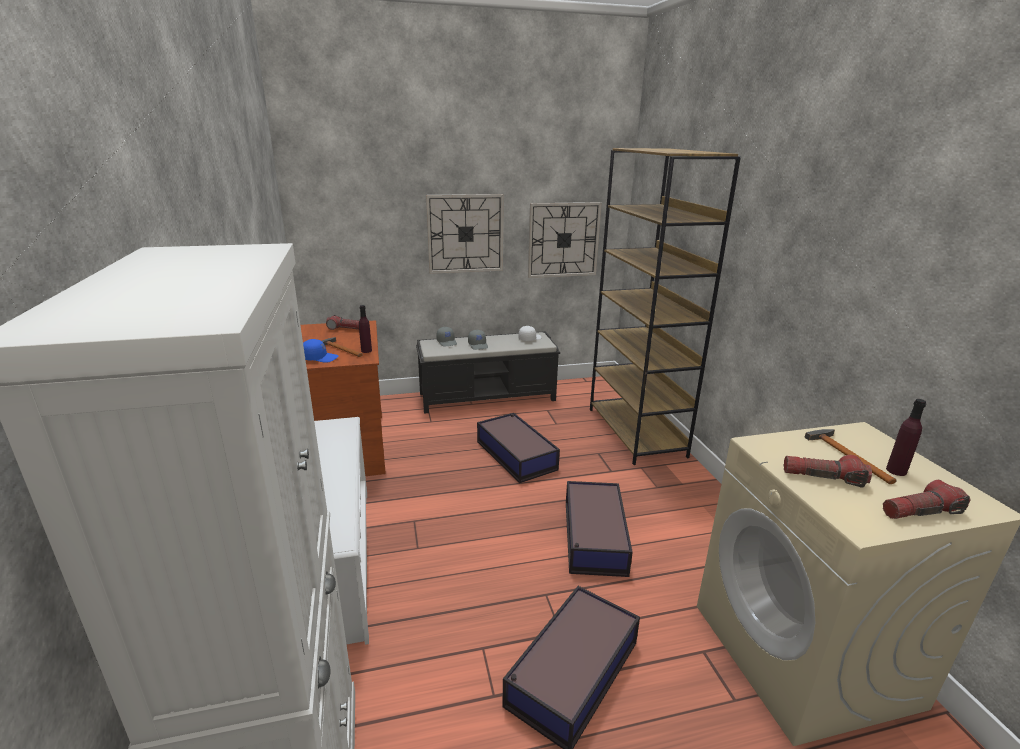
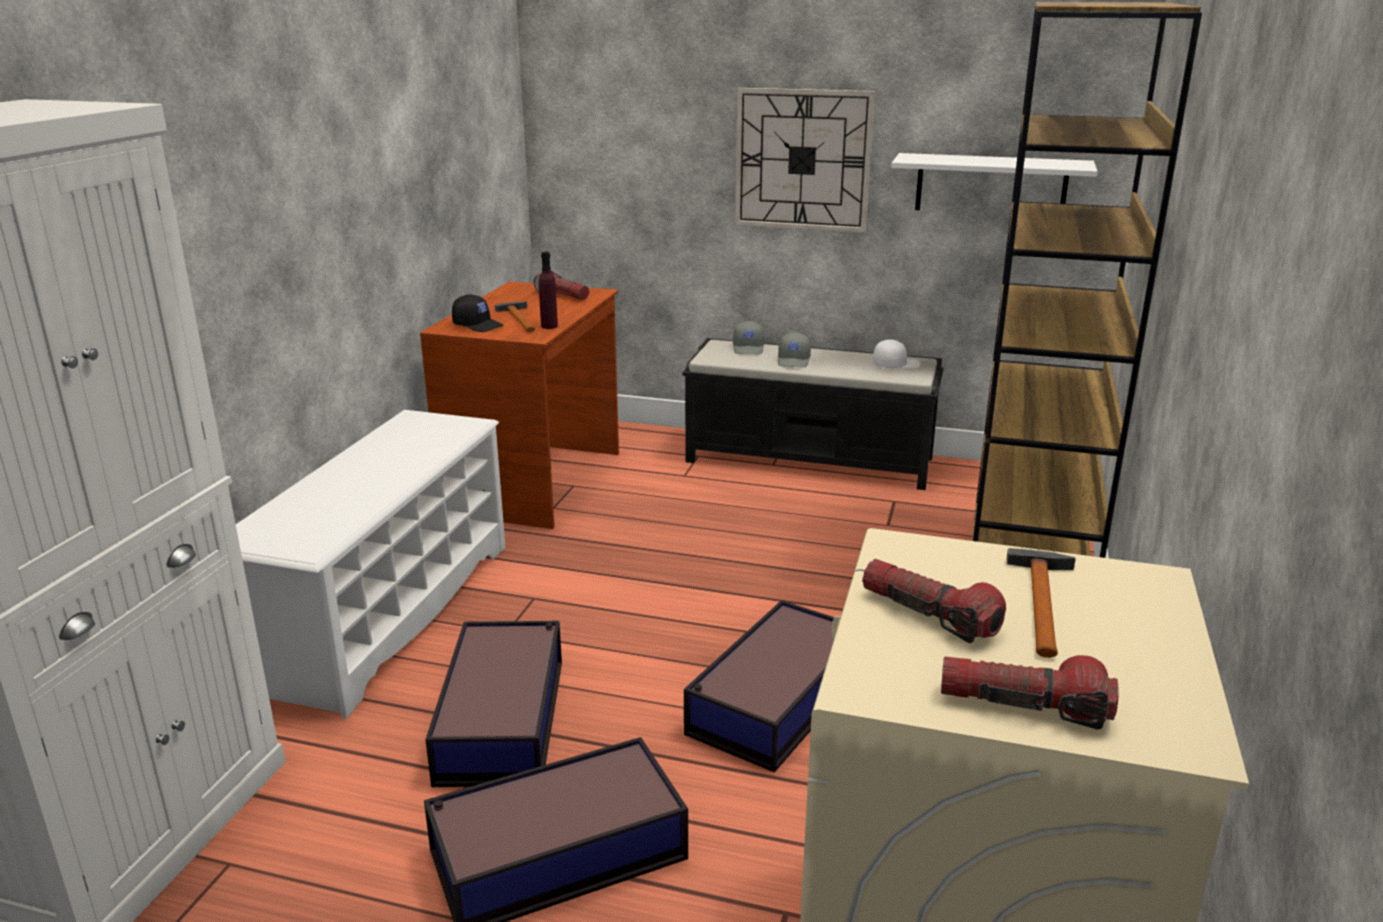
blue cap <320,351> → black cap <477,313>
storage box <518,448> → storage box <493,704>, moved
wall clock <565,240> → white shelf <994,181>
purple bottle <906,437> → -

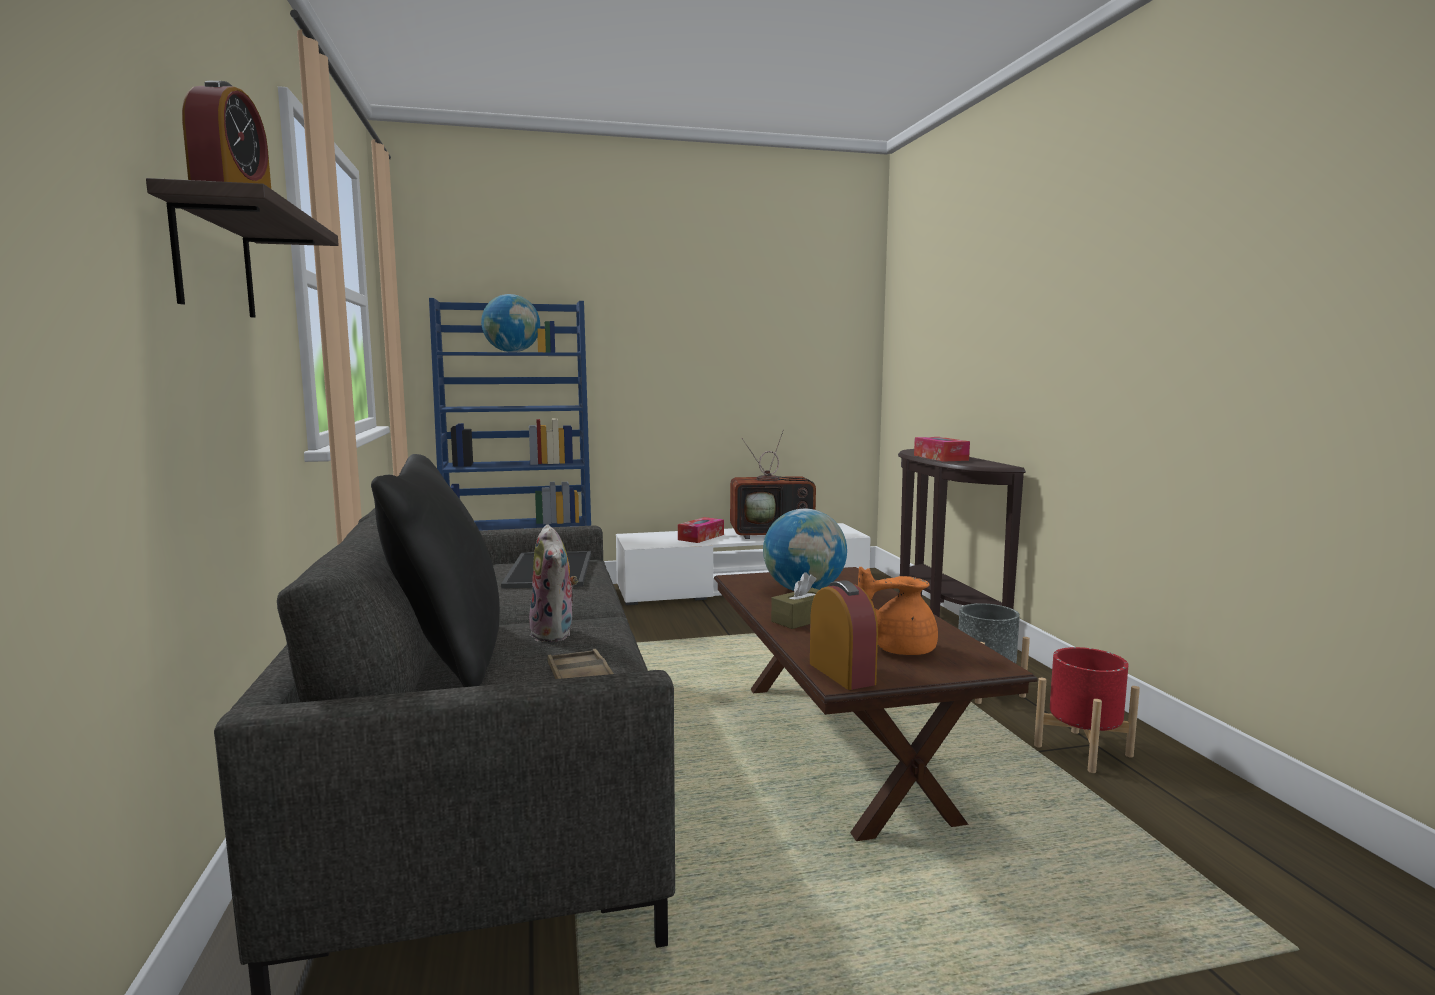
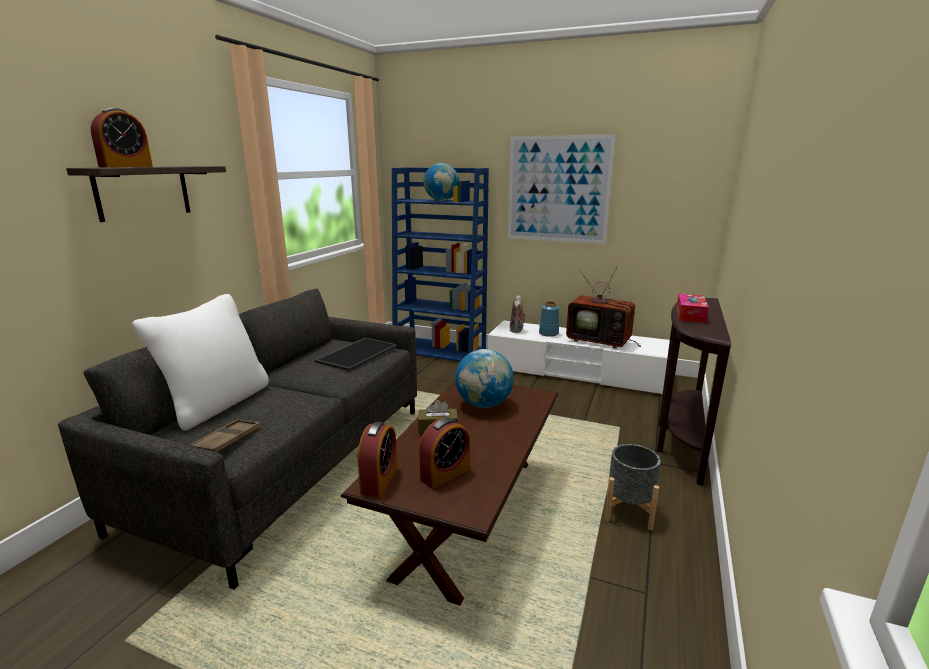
black pillow <435,570> → white pillow <200,362>
plush toy <553,583> → plush toy <518,314>, moved
tissue box <701,530> → blue vase <549,319>
orange teapot <898,611> → alarm clock <444,453>
red planter <1087,710> → -
- → picture <562,189>

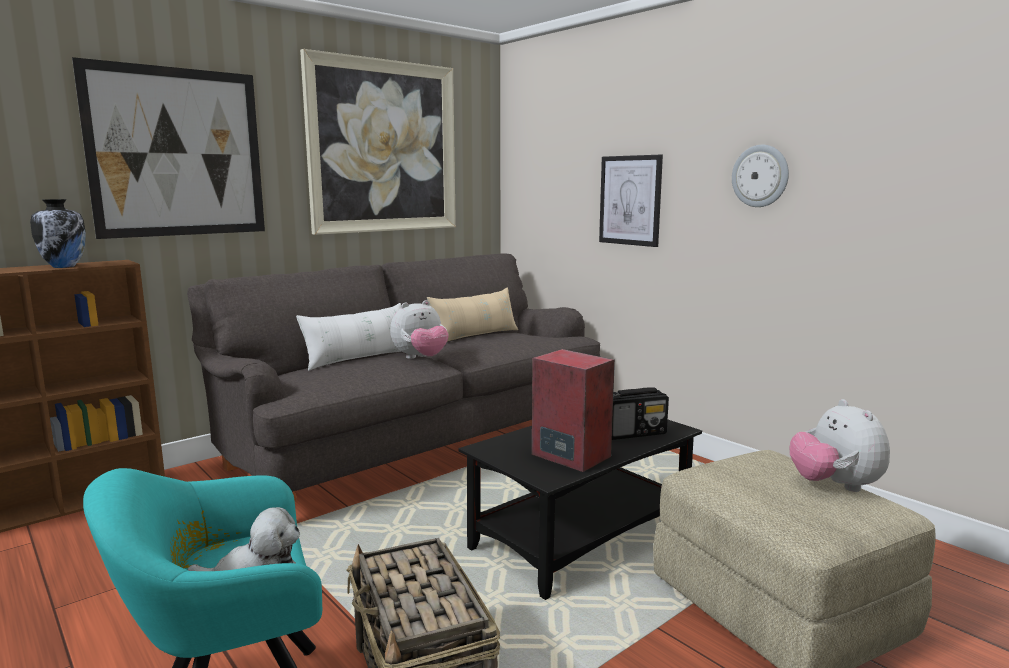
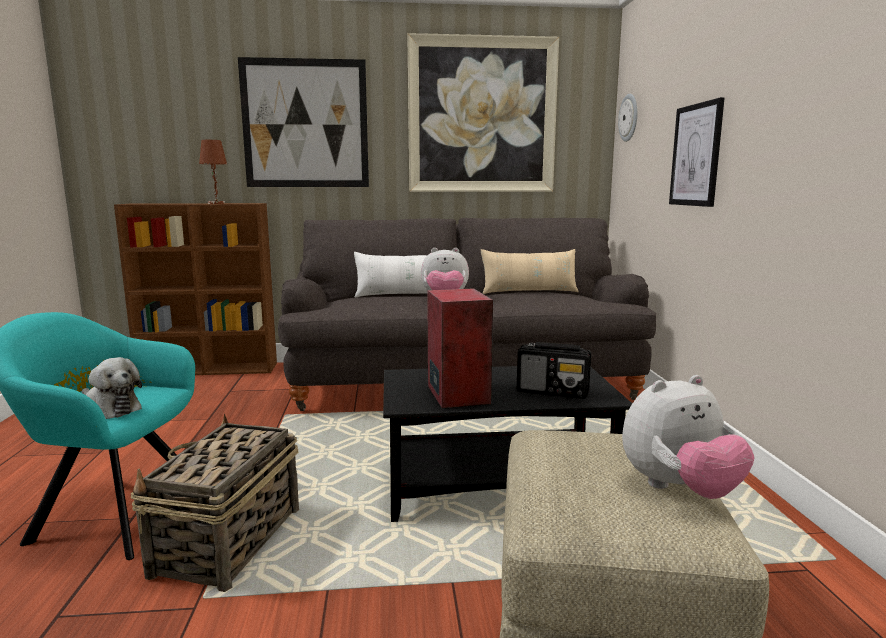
vase <58,233> → brown table lamp <213,172>
wall clock <760,176> → wall clock <628,118>, moved
plush toy <839,445> → plush toy <688,437>, 135 degrees counterclockwise

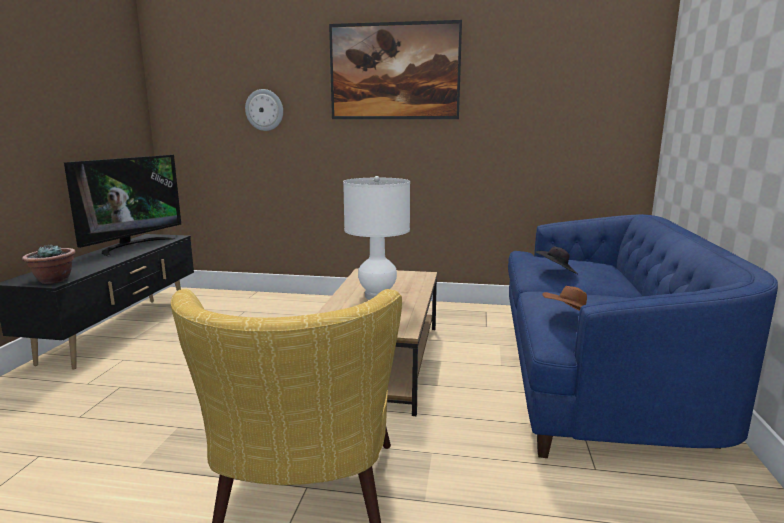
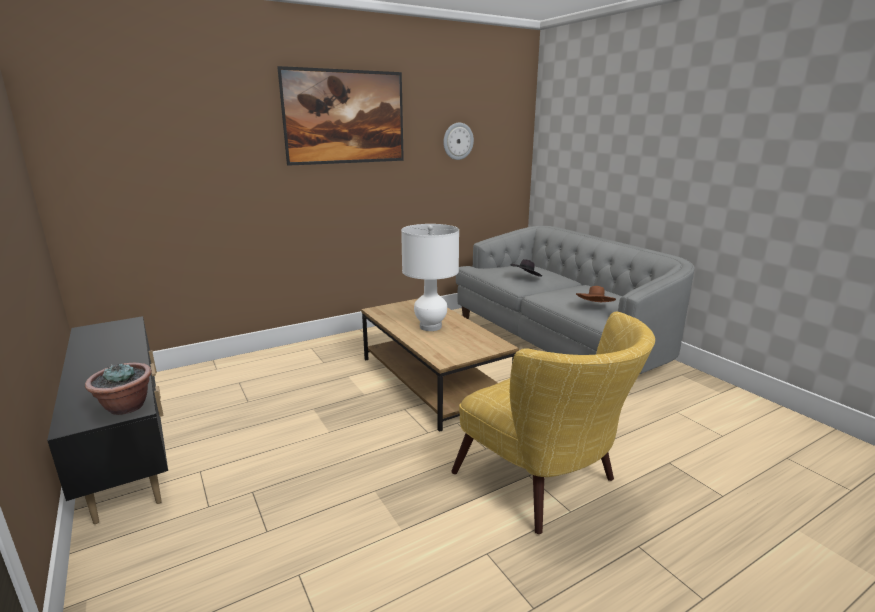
television <122,205> → -
wall clock <264,110> → wall clock <458,141>, moved
blue sofa <643,336> → grey sofa <575,300>

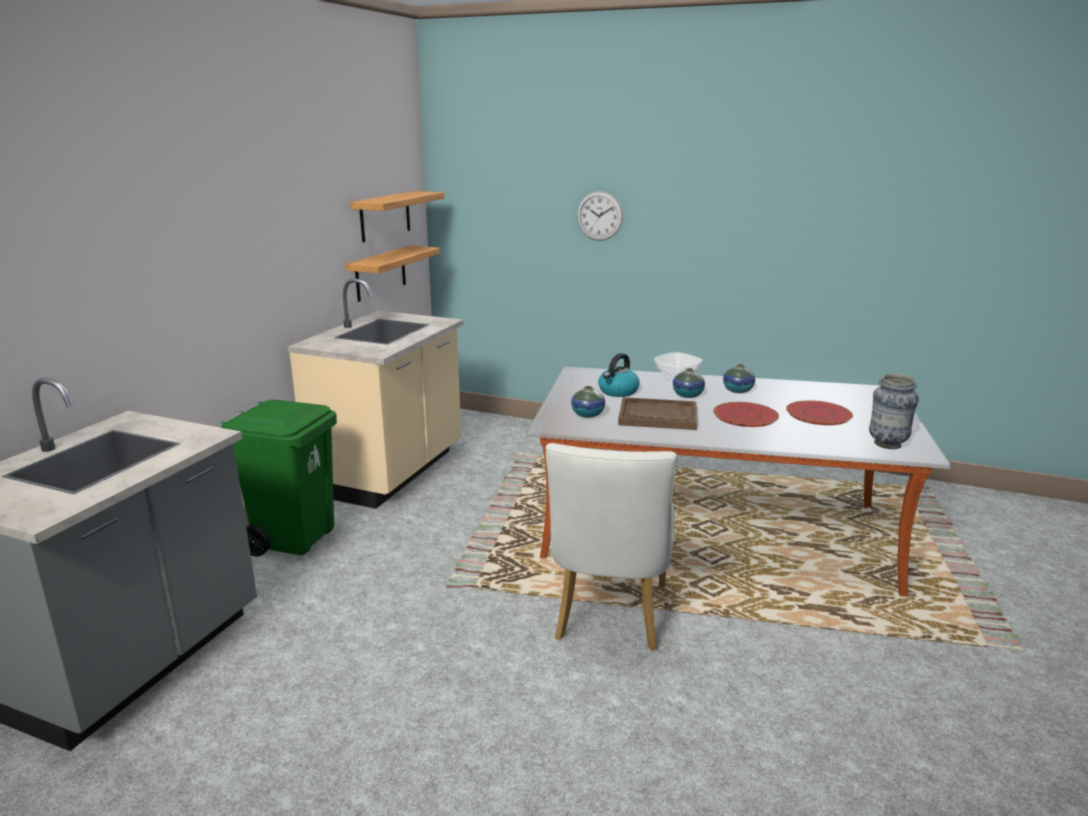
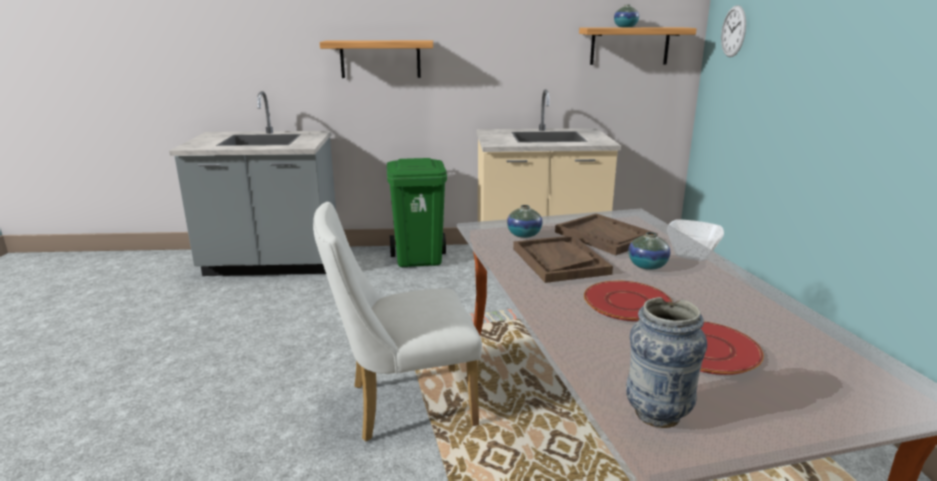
shelf <392,274> → shelf <376,59>, moved
wall clock <600,216> → wall clock <733,31>, moved
kettle <619,375> → brown tray <606,234>
vase <739,378> → vase <626,16>, moved

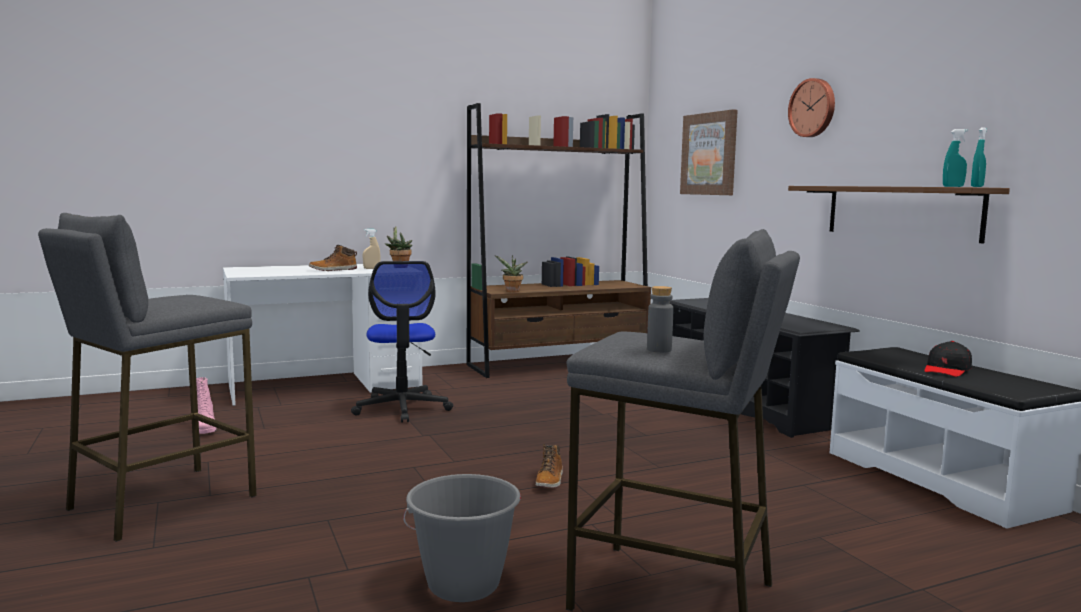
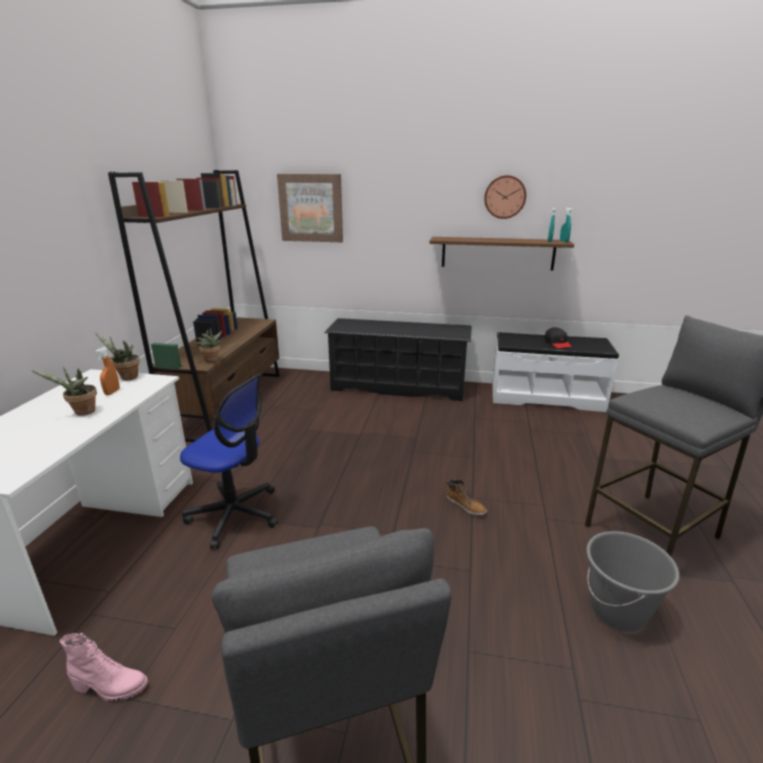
boot <333,258> → potted plant <64,391>
beige spray bottle <372,249> → orange spray bottle <107,371>
grey bottle <660,319> → -
wall clock <811,107> → wall clock <505,197>, moved

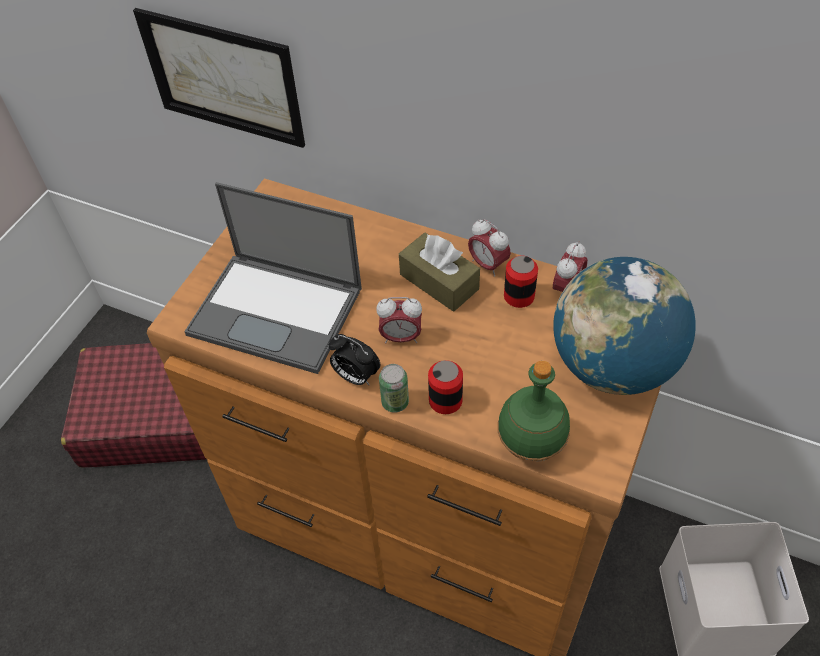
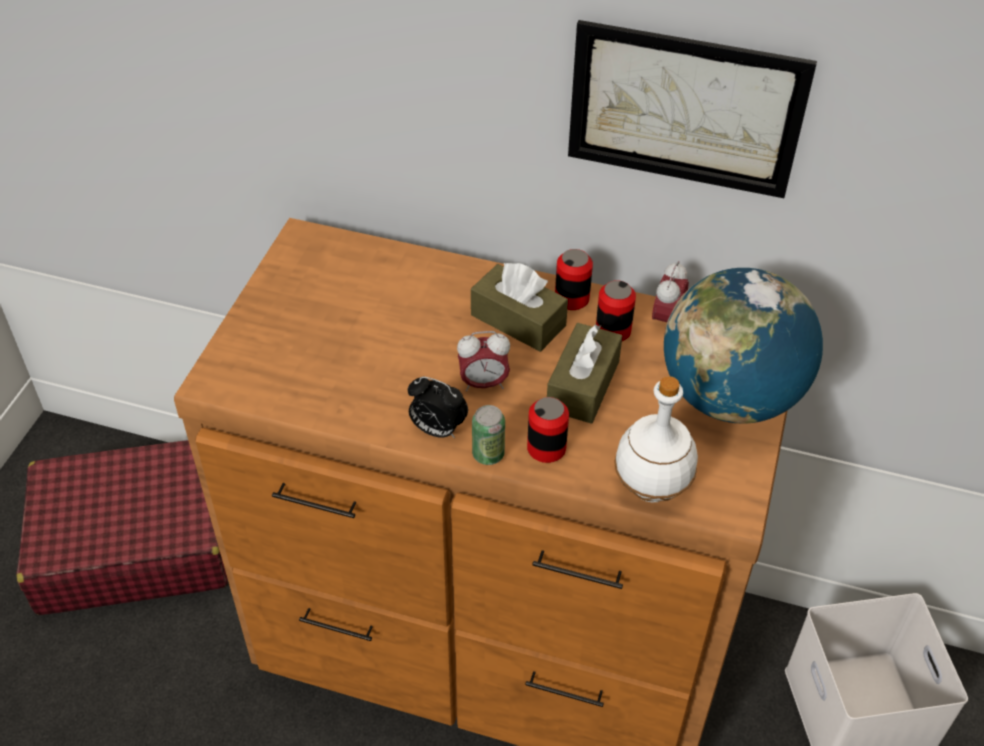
picture <219,78> → picture <692,109>, moved
laptop <273,278> → -
alarm clock <489,248> → can <574,279>
green bottle <534,411> → white bottle <656,439>
- → brown tissue box <584,373>

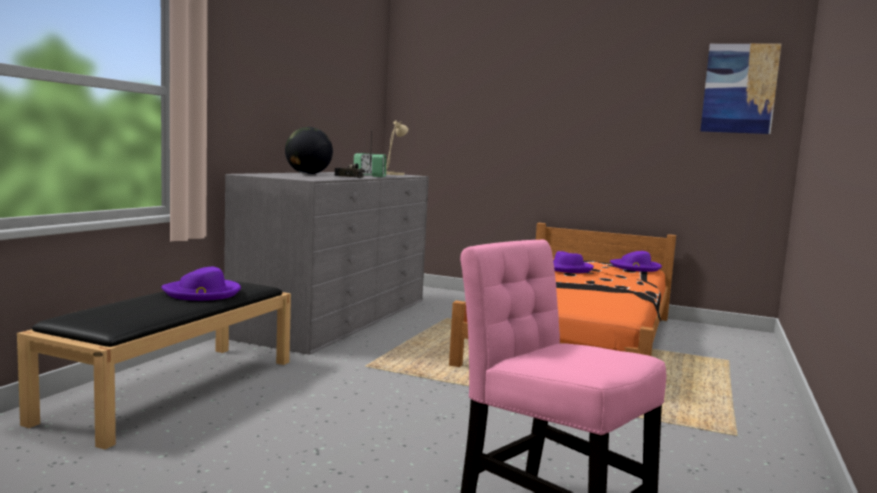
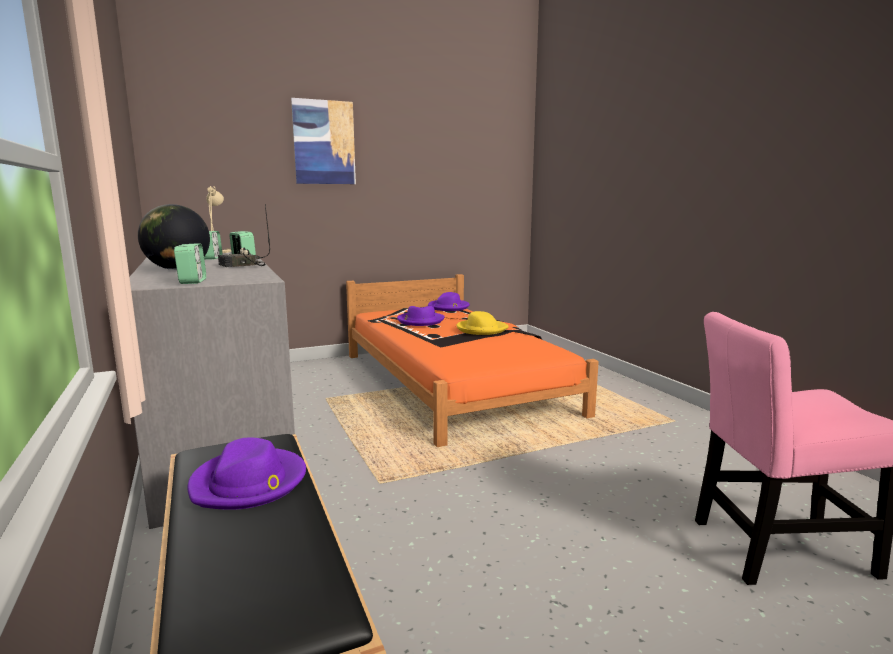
picture <741,88> → picture <323,141>, moved
- → alarm clock <190,263>
- → yellow hat <482,323>

